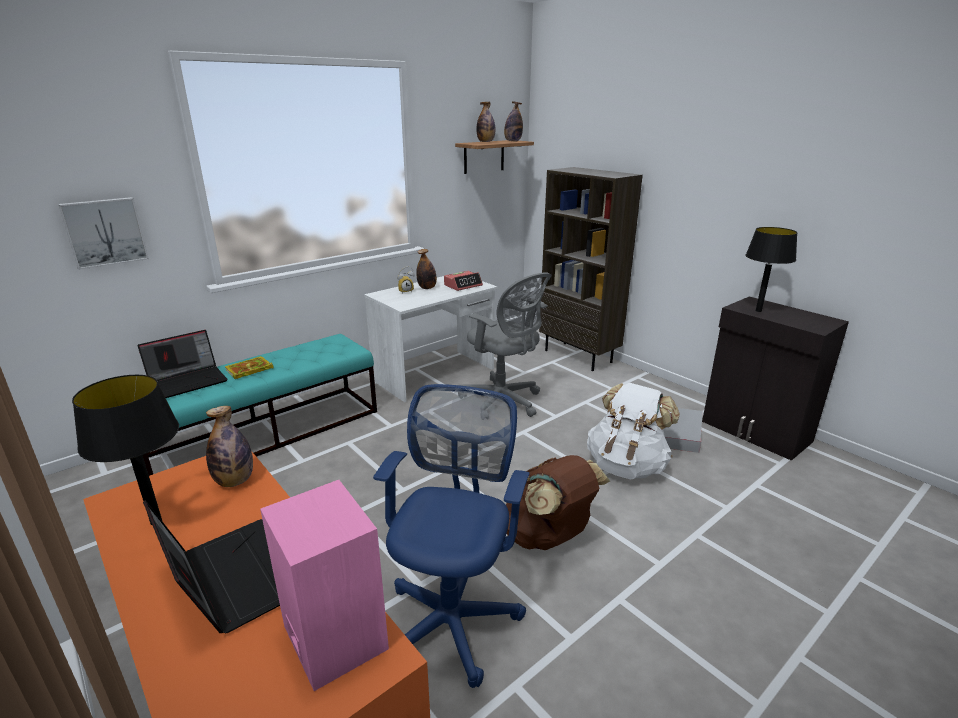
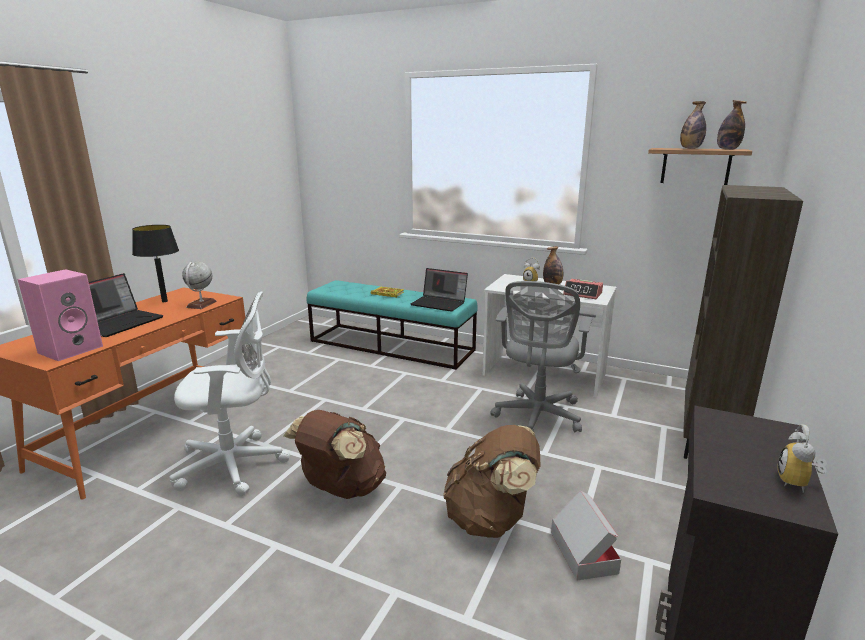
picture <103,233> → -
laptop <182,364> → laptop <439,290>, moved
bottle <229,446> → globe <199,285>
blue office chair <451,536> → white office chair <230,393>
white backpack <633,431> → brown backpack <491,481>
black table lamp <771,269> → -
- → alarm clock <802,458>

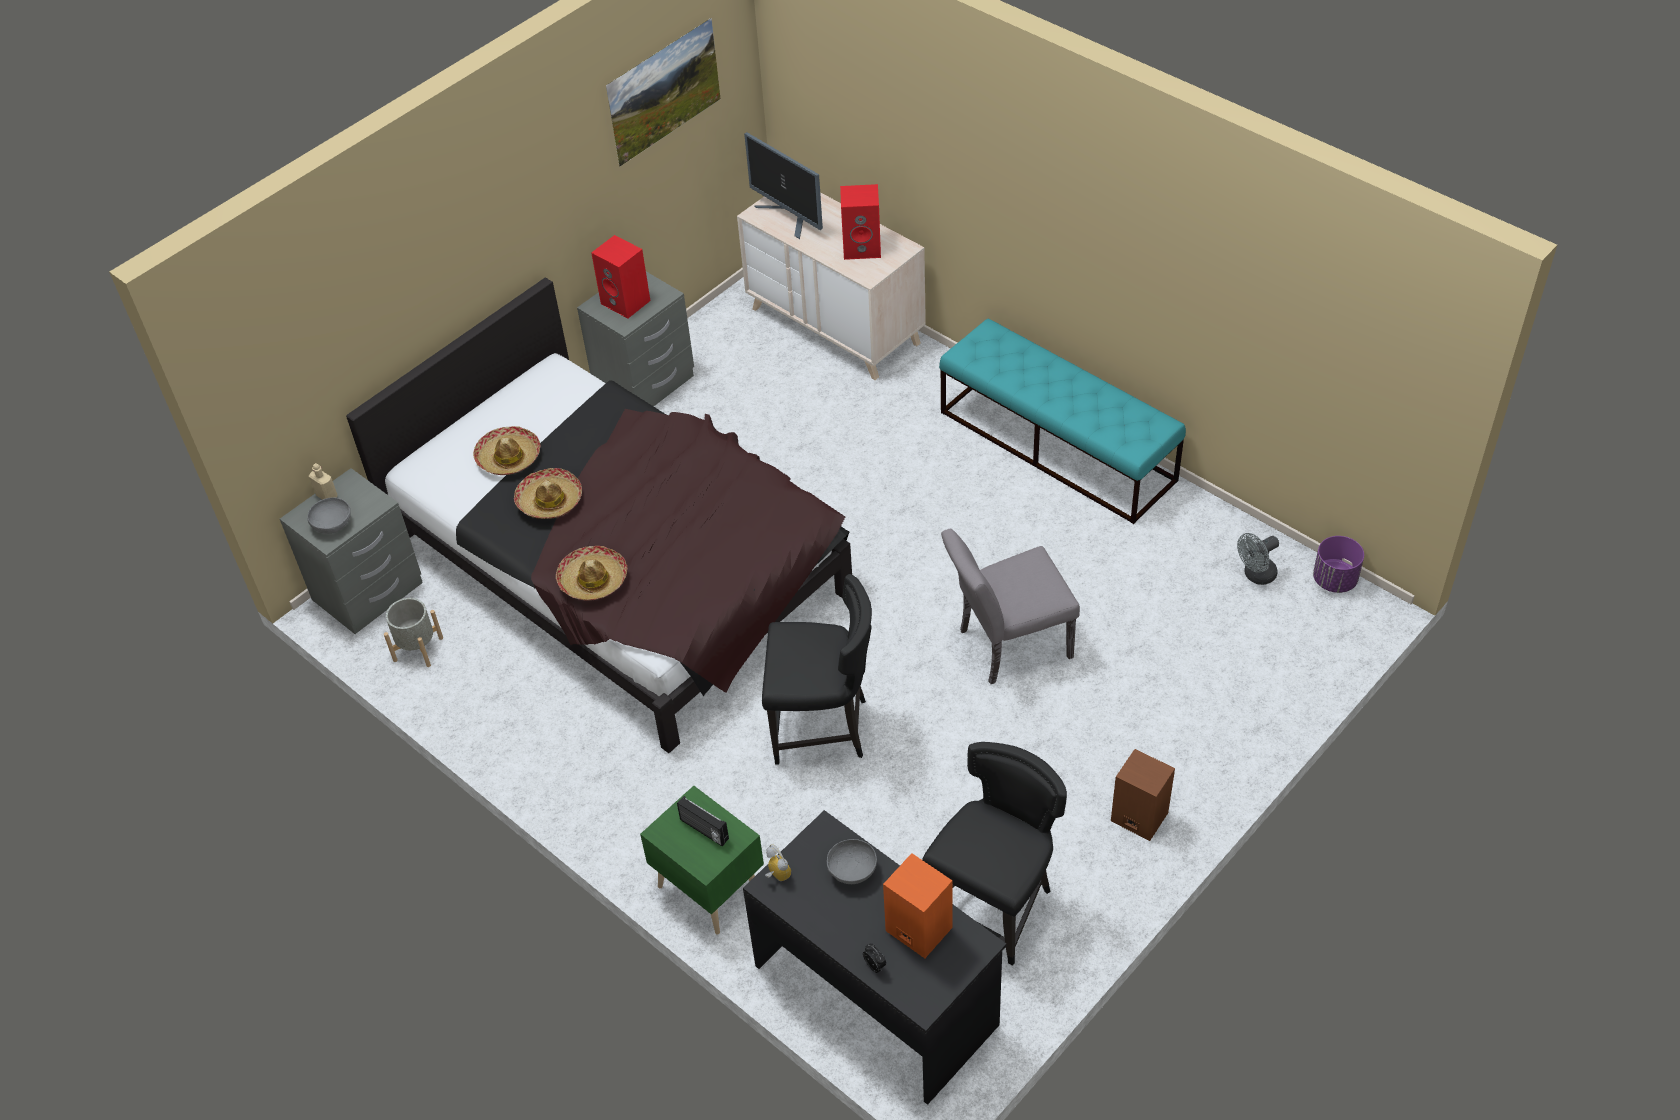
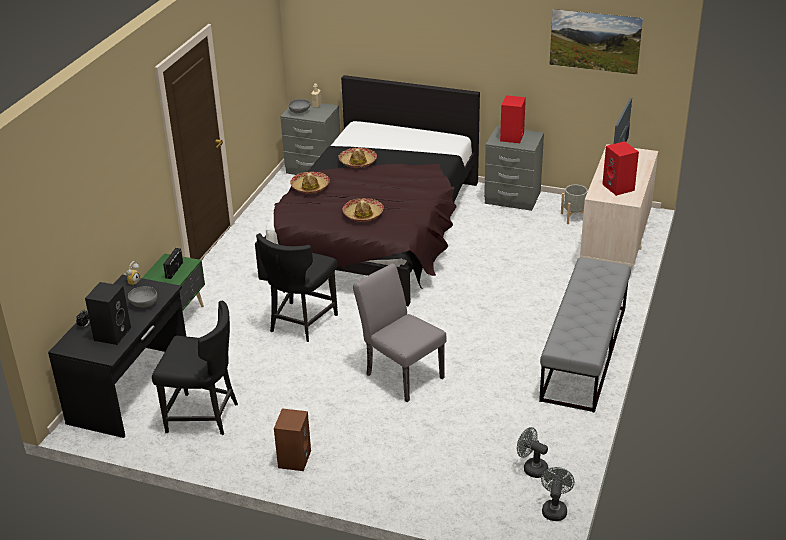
grey planter <413,632> → grey planter <574,204>, moved
hat <506,450> → hat <363,210>, moved
black chair <817,669> → black chair <297,287>, 45 degrees clockwise
orange speaker <918,905> → black speaker <108,313>
turquoise bench <1062,421> → grey bench <585,335>
purple planter <1338,564> → grey fan <558,494>

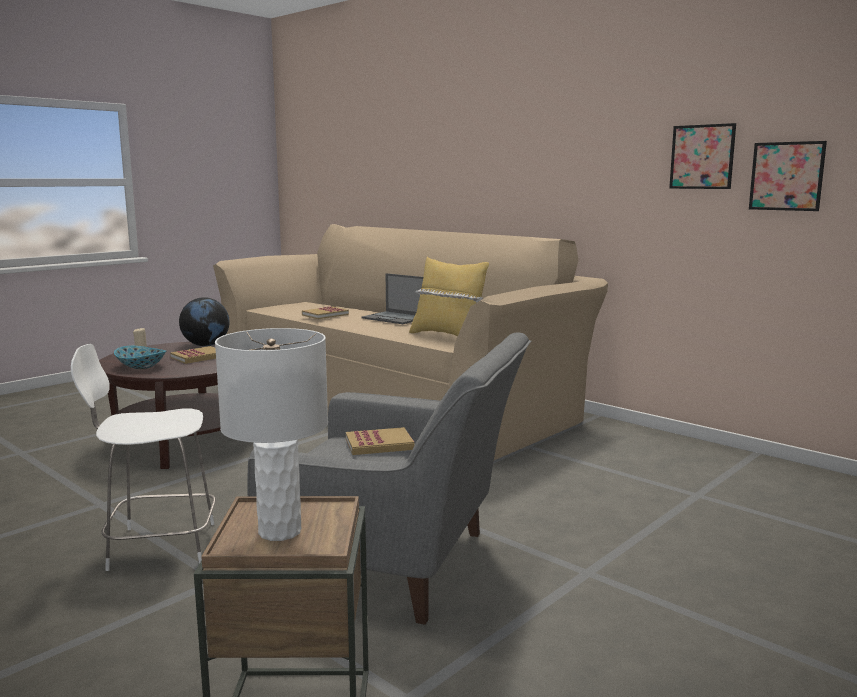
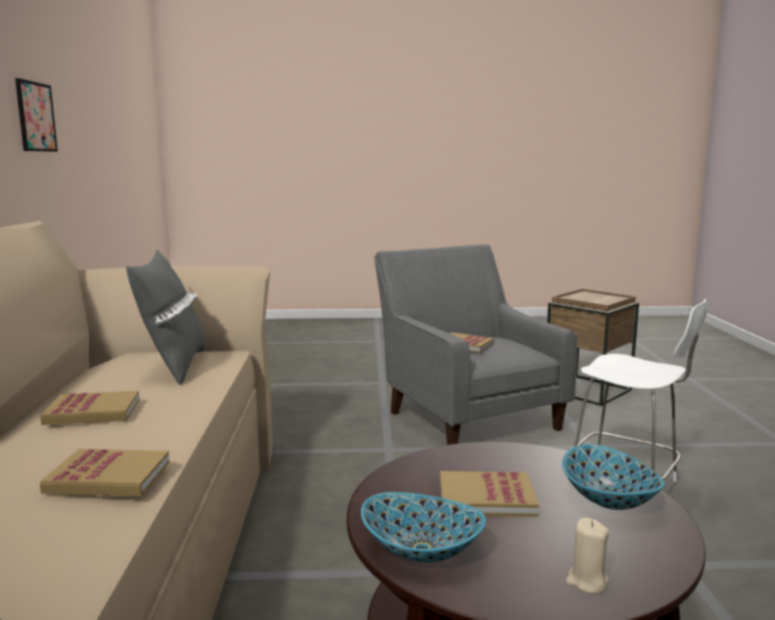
globe <204,321> → bowl <423,527>
white table lamp <271,434> → -
laptop <392,298> → book <89,408>
yellow pillow <449,296> → grey pillow <166,318>
picture <788,176> → -

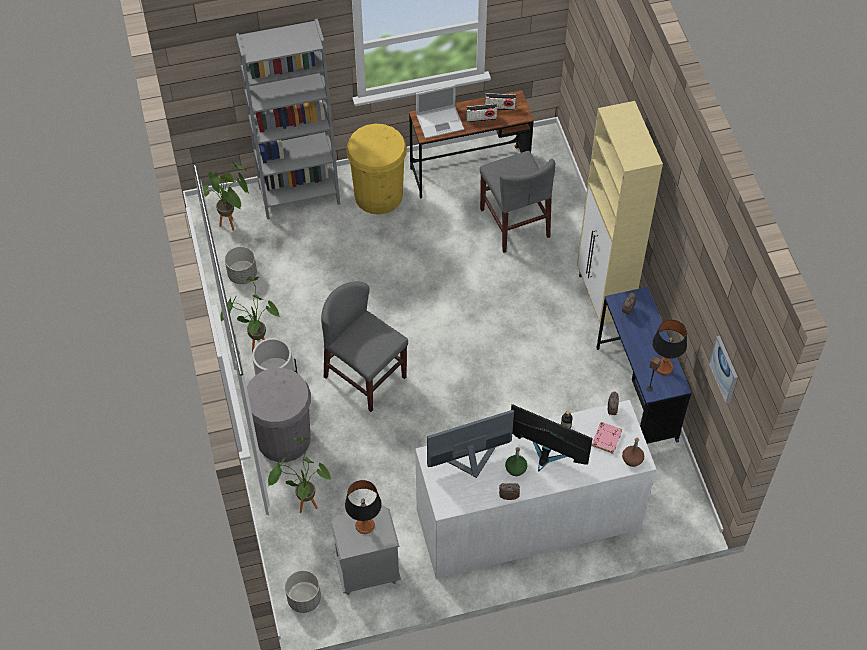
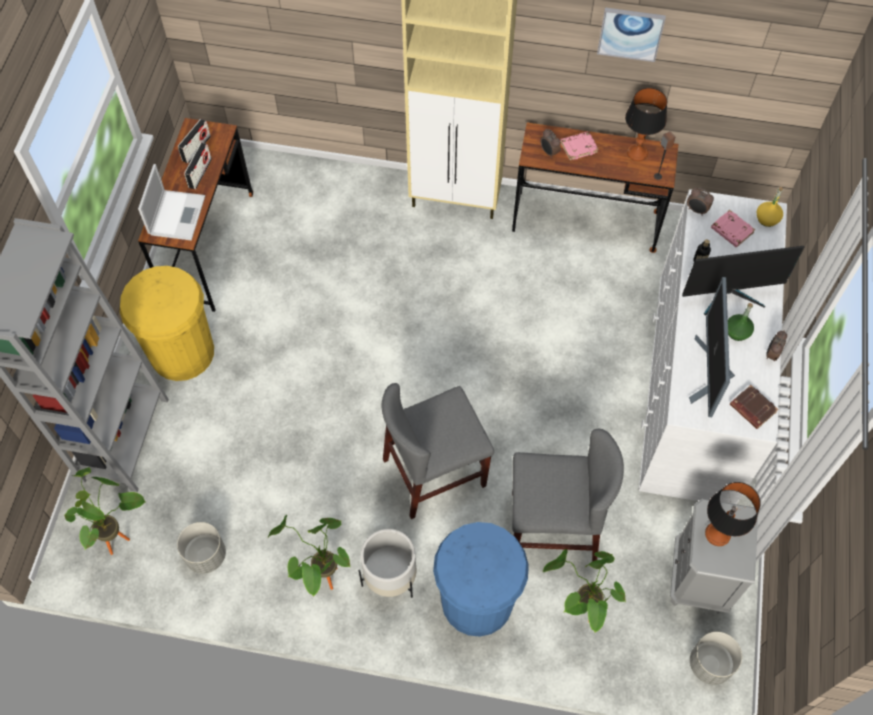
grey trash can <279,415> → blue trash can <481,579>
grey chair <517,202> → grey chair <568,495>, moved
monitor <552,438> → monitor <743,280>, 150 degrees counterclockwise
blue desk <643,365> → brown desk <595,188>
brown bottle <633,452> → yellow bottle <770,207>
picture <723,370> → picture <631,35>, moved
- → pink book <579,145>
- → brown book <754,407>

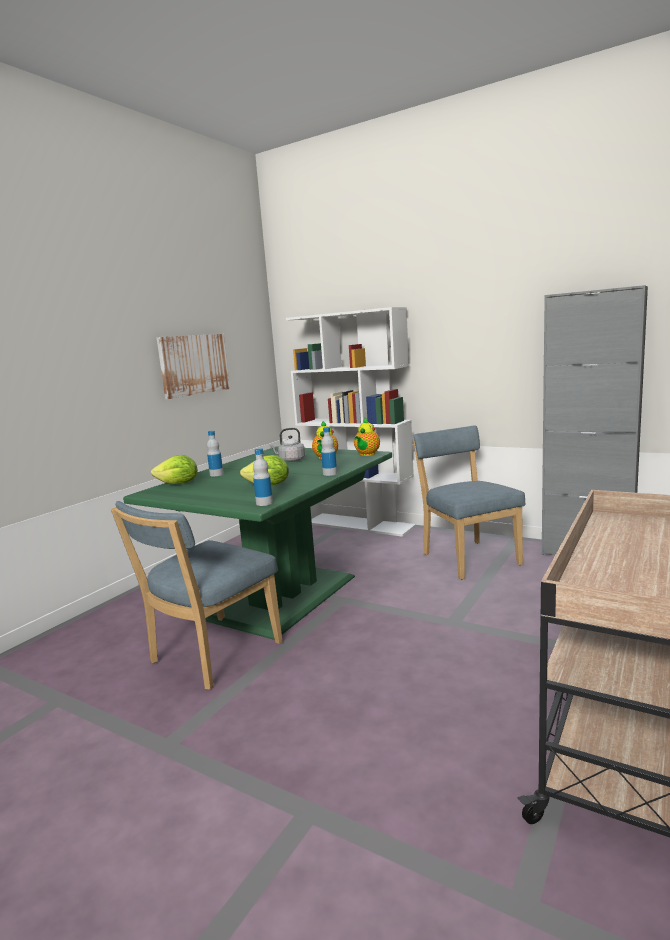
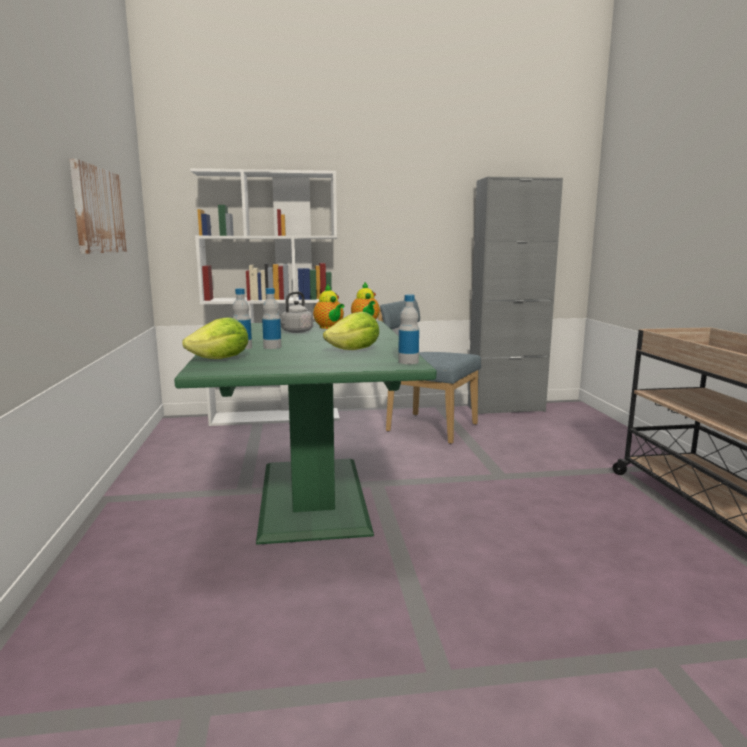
blue chair <197,595> → -
bottle <329,451> → bottle <271,318>, moved

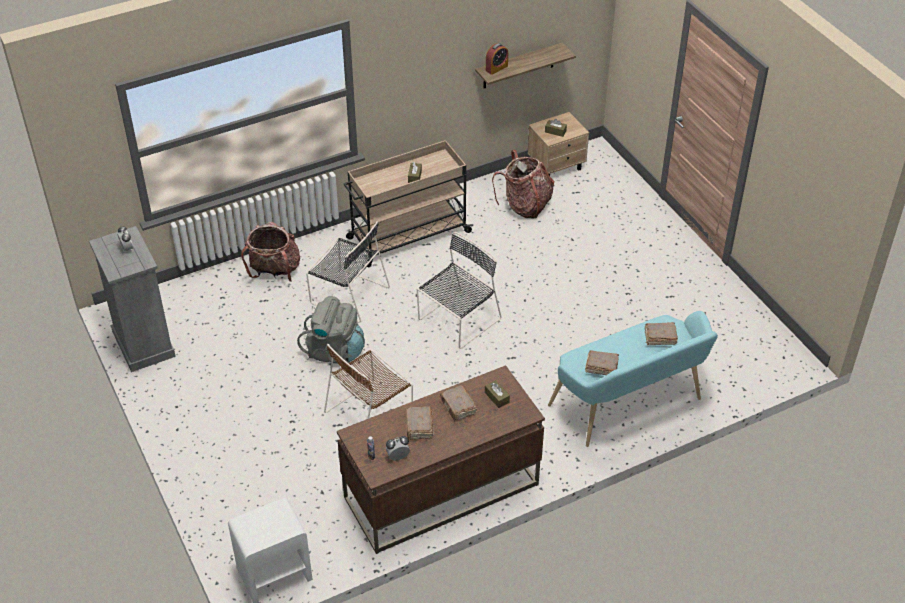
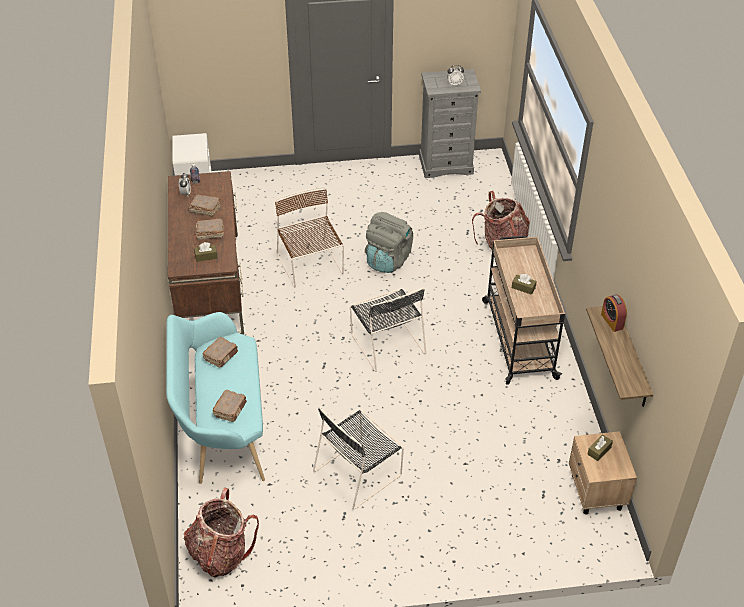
black chair <348,272> → black chair <358,458>, moved
backpack <523,184> → backpack <221,533>, moved

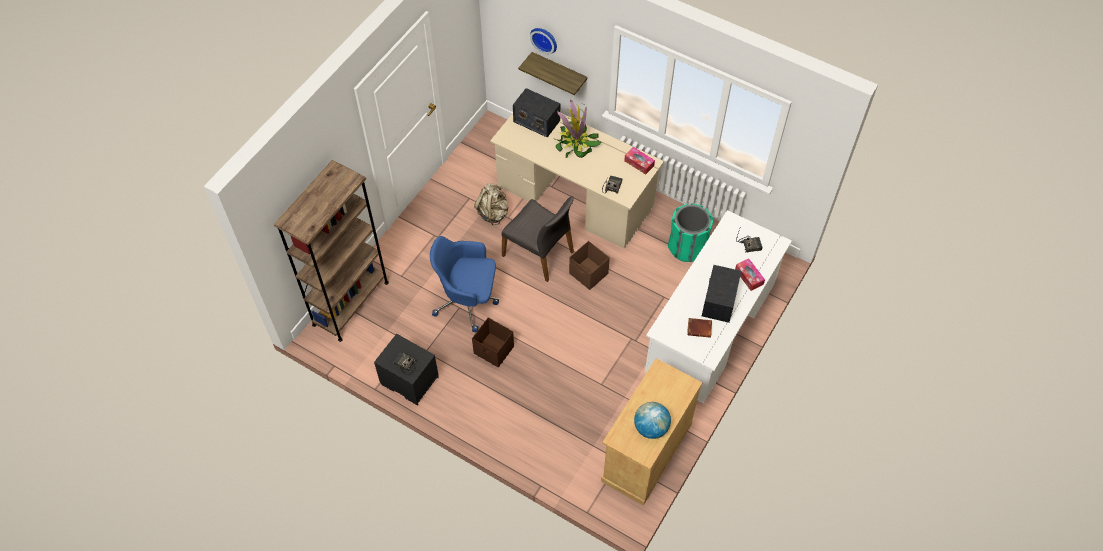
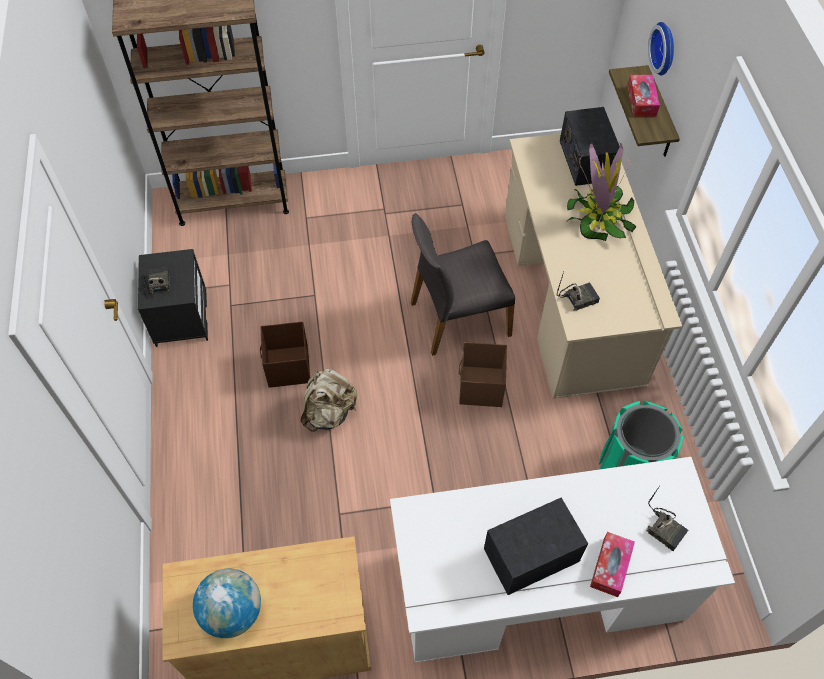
blue office chair <464,284> → -
beige backpack <491,204> → beige backpack <329,400>, moved
grey chair <538,239> → grey chair <463,284>, 75 degrees clockwise
tissue box <639,161> → tissue box <643,96>, moved
brown book <699,328> → -

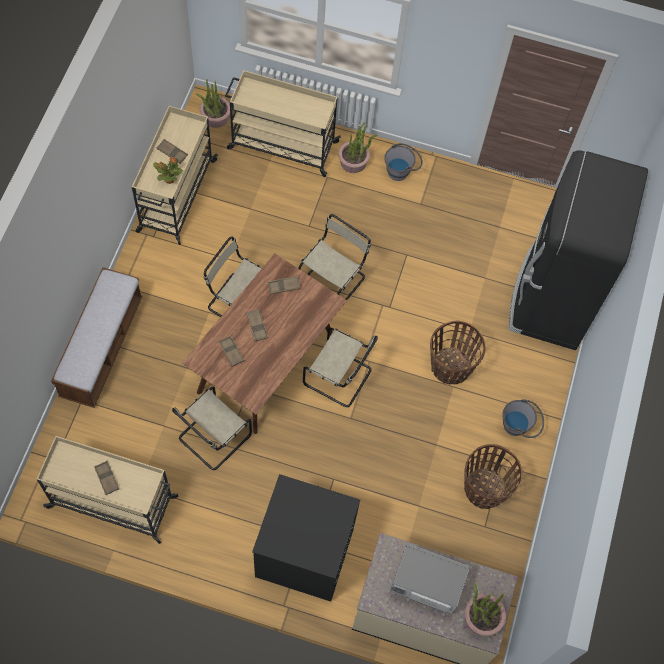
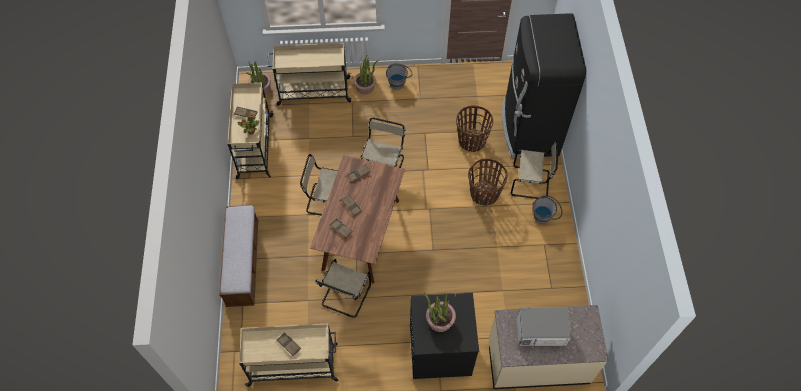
beige chair <340,367> → beige chair <535,170>, moved
basket <493,476> → basket <474,128>, moved
potted plant <485,609> → potted plant <440,312>, moved

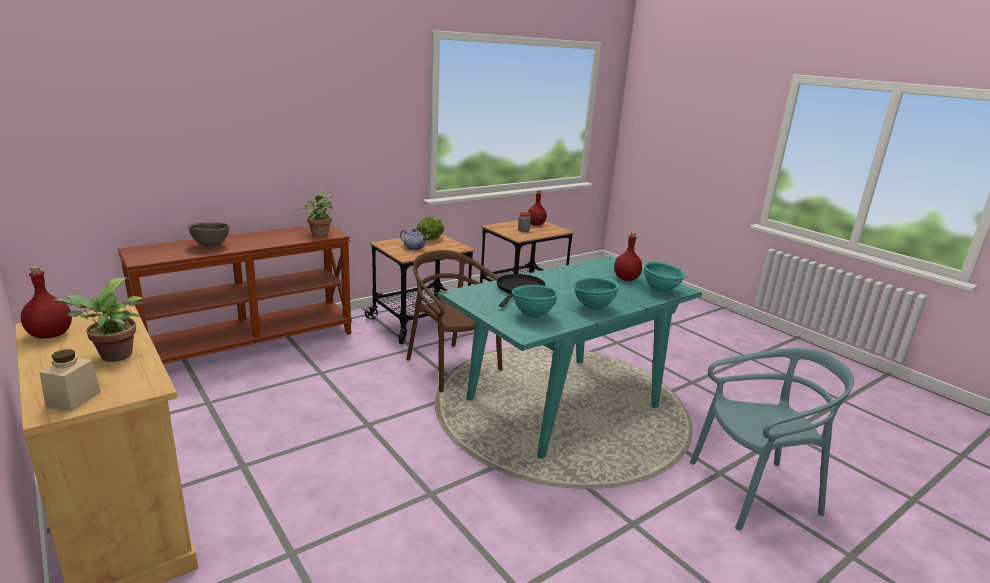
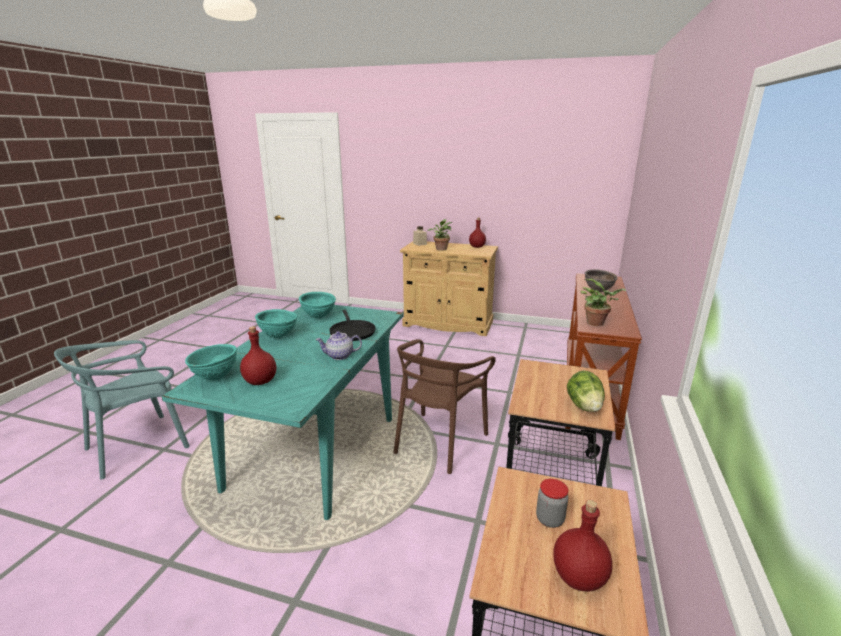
teapot <414,239> → teapot <339,345>, moved
brown chair <454,321> → brown chair <445,406>, 105 degrees clockwise

